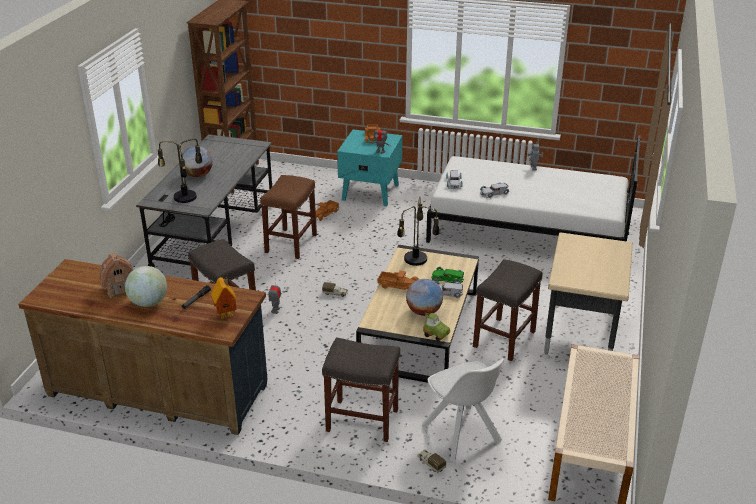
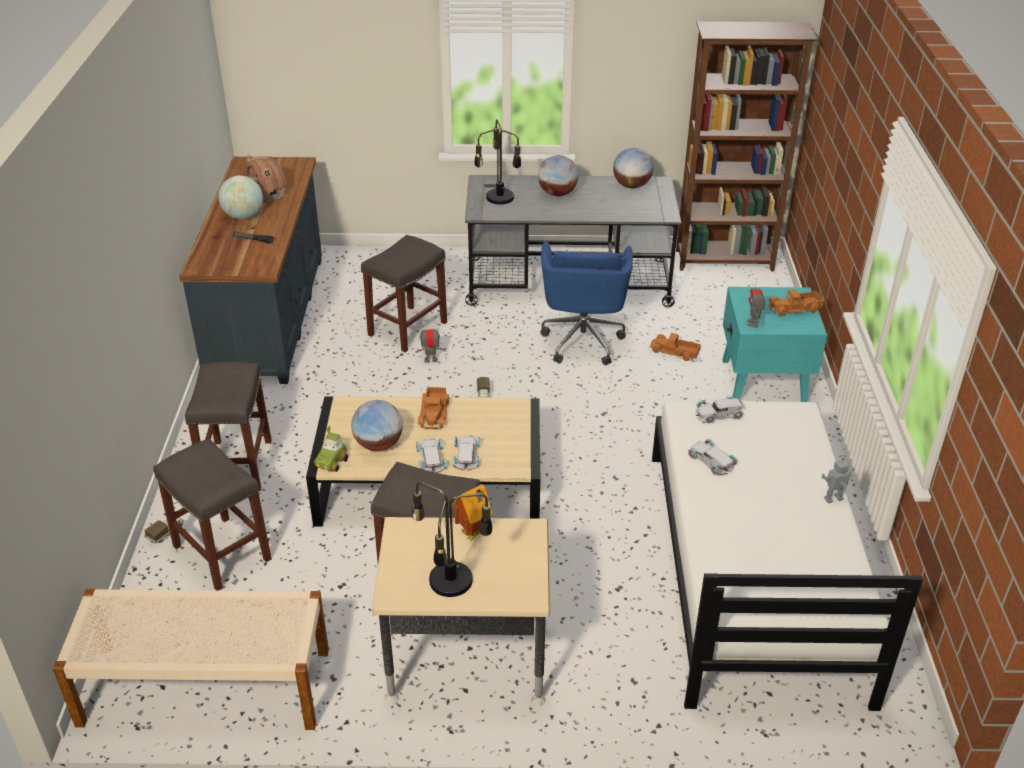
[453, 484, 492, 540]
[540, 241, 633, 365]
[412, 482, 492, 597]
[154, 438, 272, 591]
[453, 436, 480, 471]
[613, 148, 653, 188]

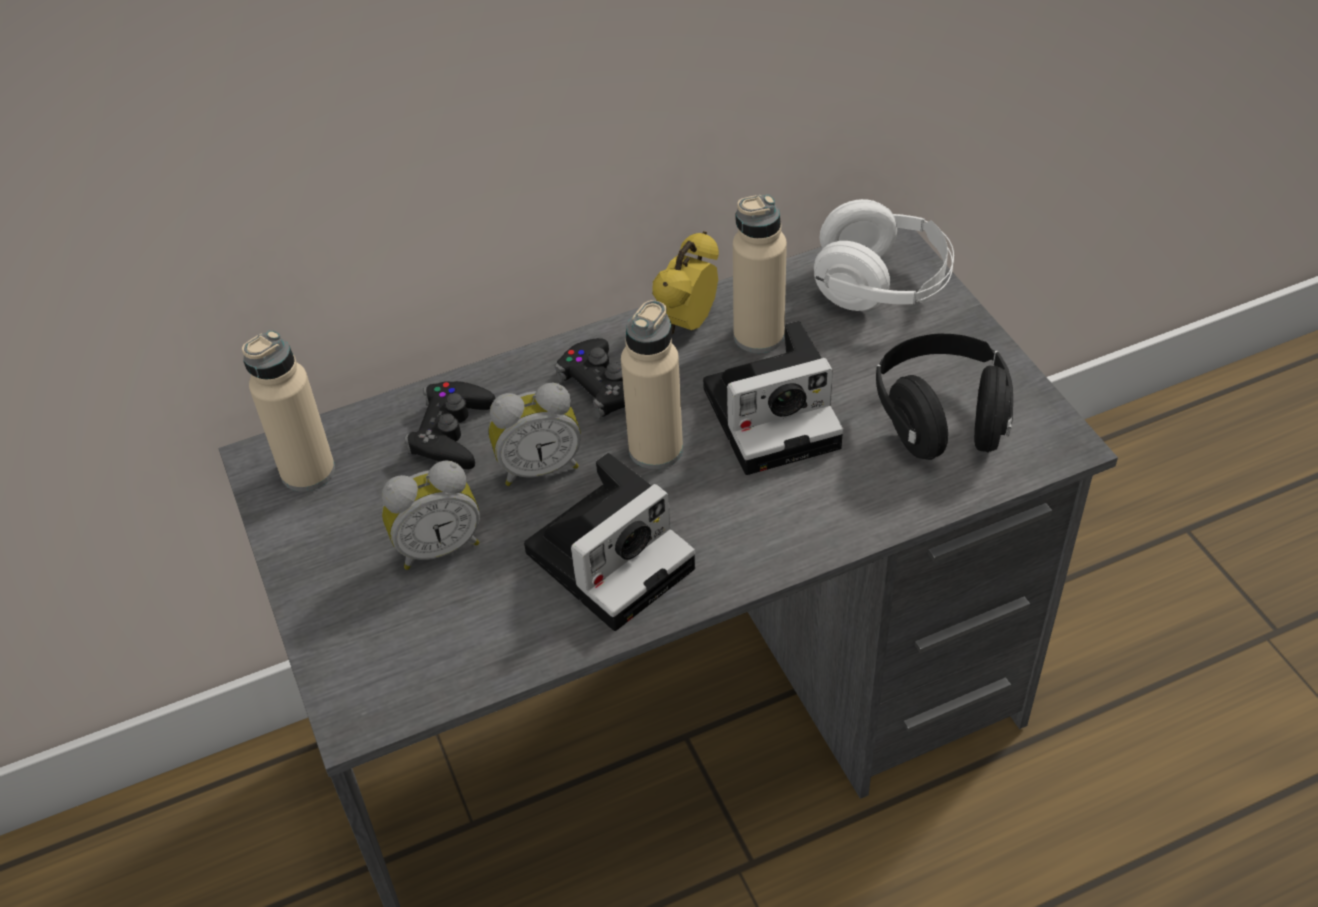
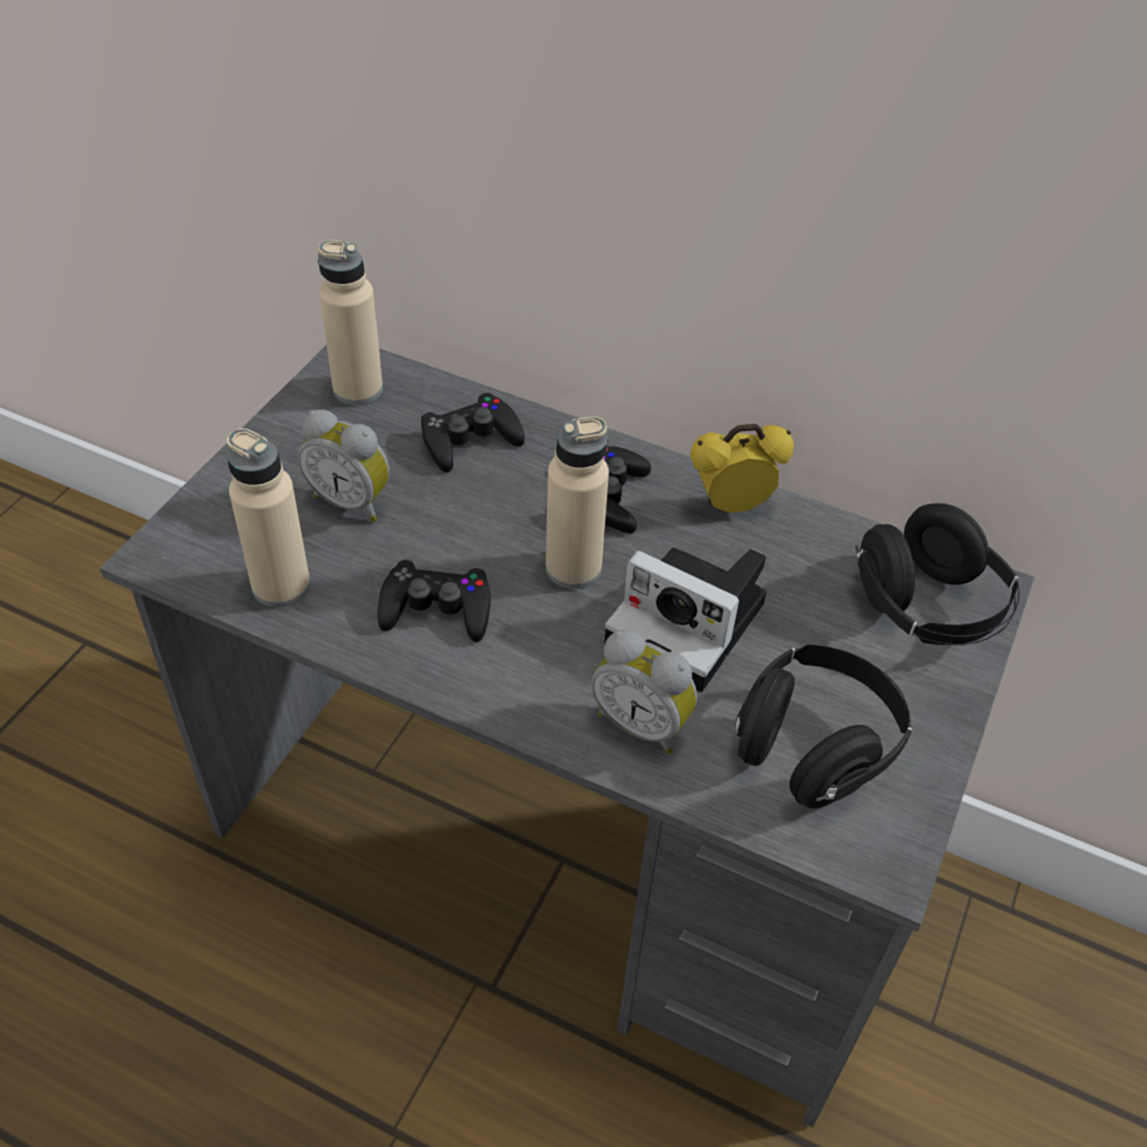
[591, 629, 697, 754]
[378, 558, 491, 642]
[226, 428, 310, 607]
[855, 503, 1020, 645]

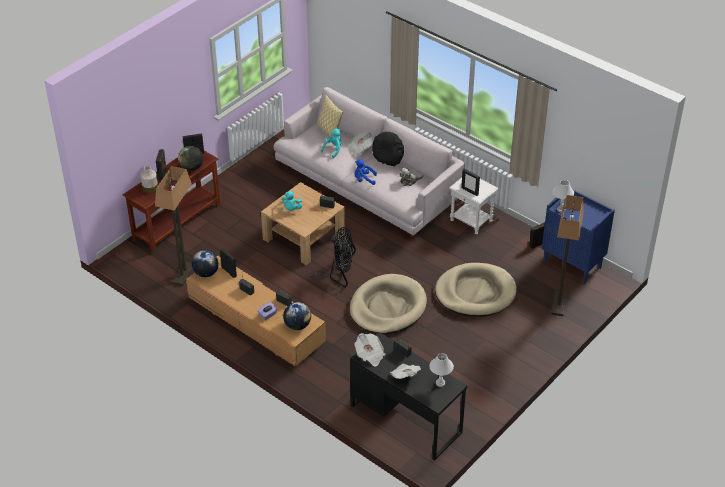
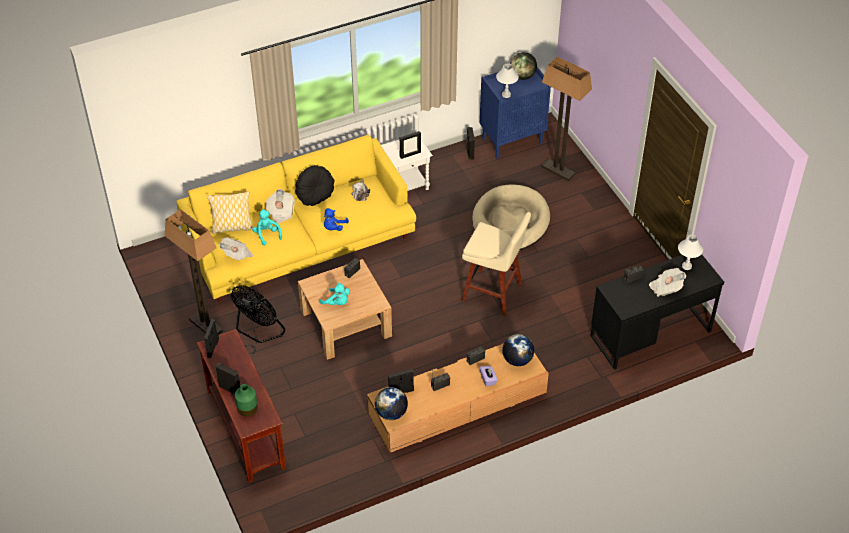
[235, 384, 258, 417]
[164, 209, 223, 334]
[510, 52, 537, 80]
[176, 135, 416, 302]
[230, 285, 285, 355]
[462, 212, 531, 316]
[218, 237, 254, 261]

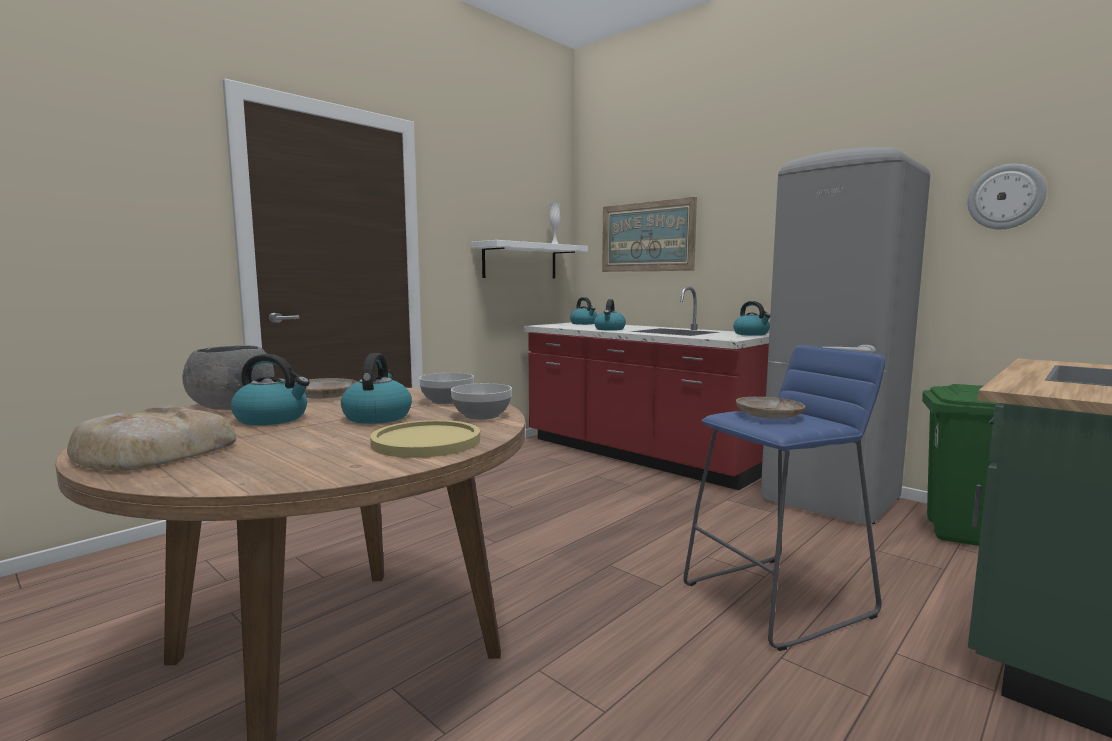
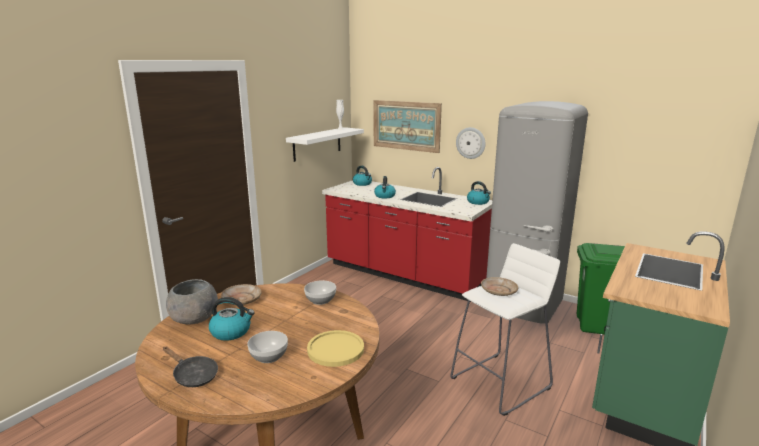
[163, 347, 218, 387]
[341, 353, 412, 424] (first image)
[247, 331, 288, 363]
[450, 243, 560, 416]
[456, 127, 485, 159]

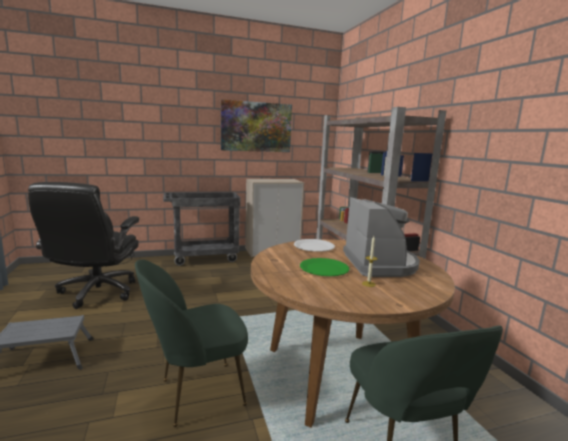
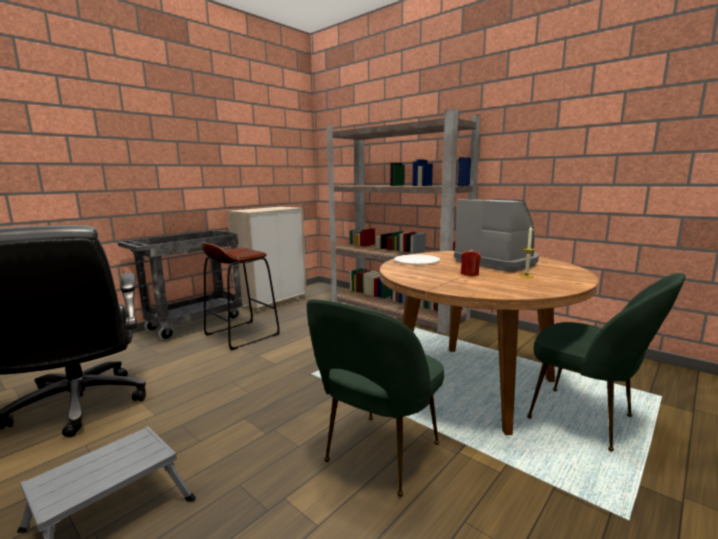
[221, 99, 292, 152] (first image)
[461, 249, 481, 276]
[201, 242, 280, 350]

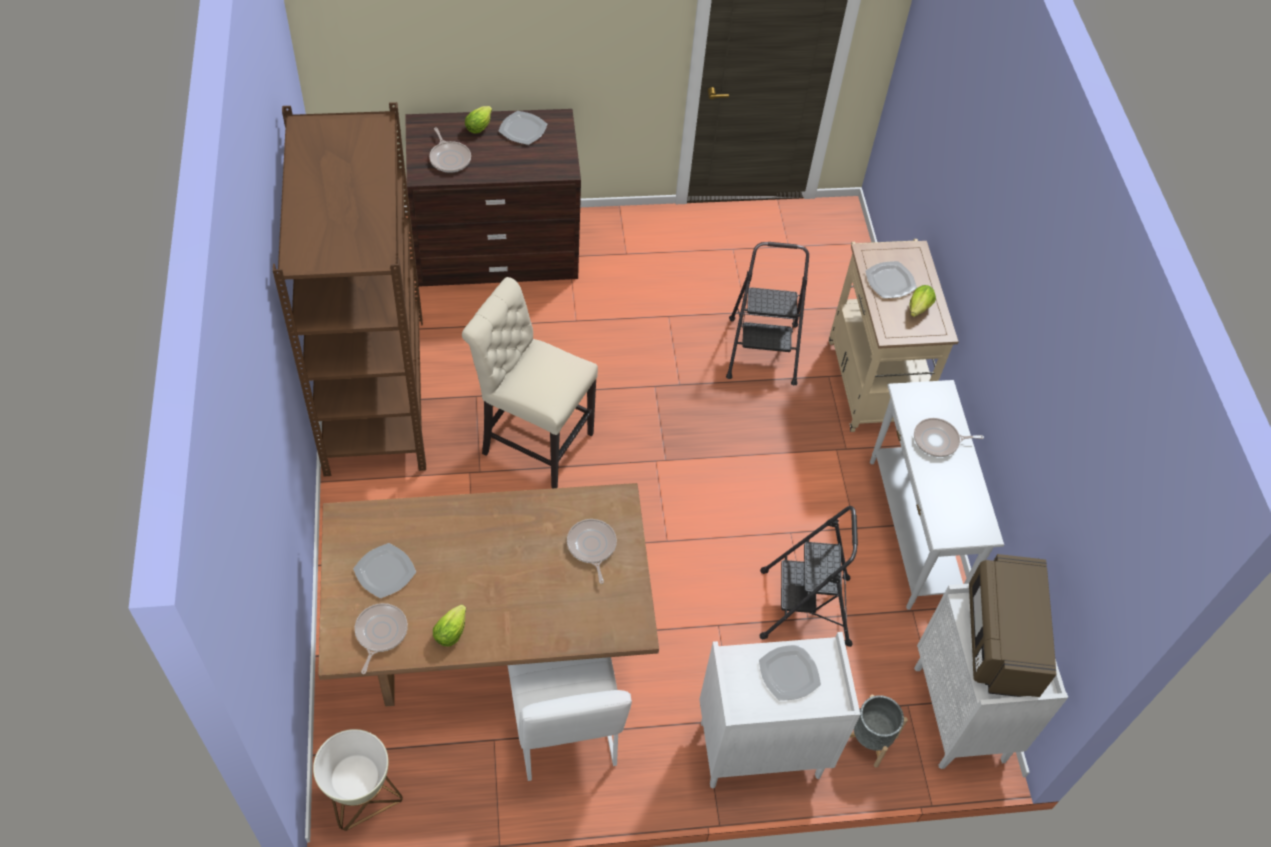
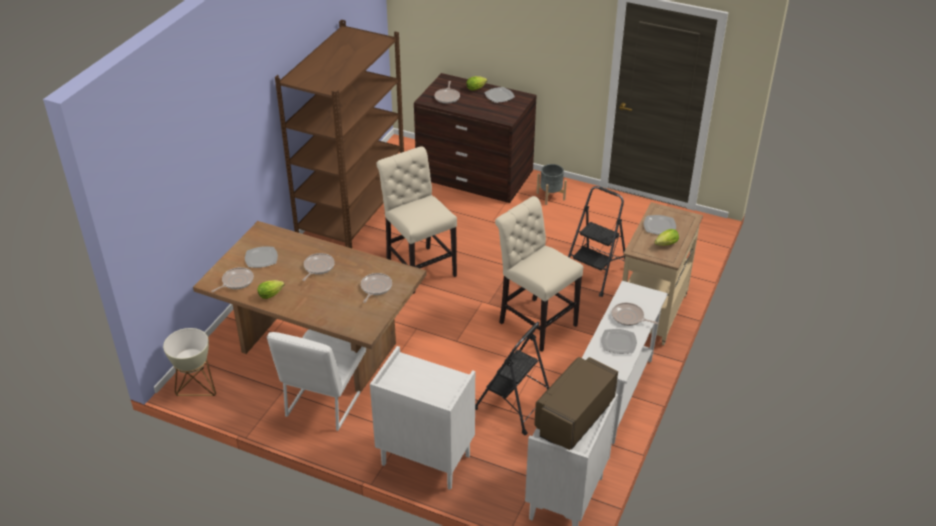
[601, 329, 637, 354]
[537, 164, 567, 205]
[303, 253, 335, 281]
[495, 196, 583, 352]

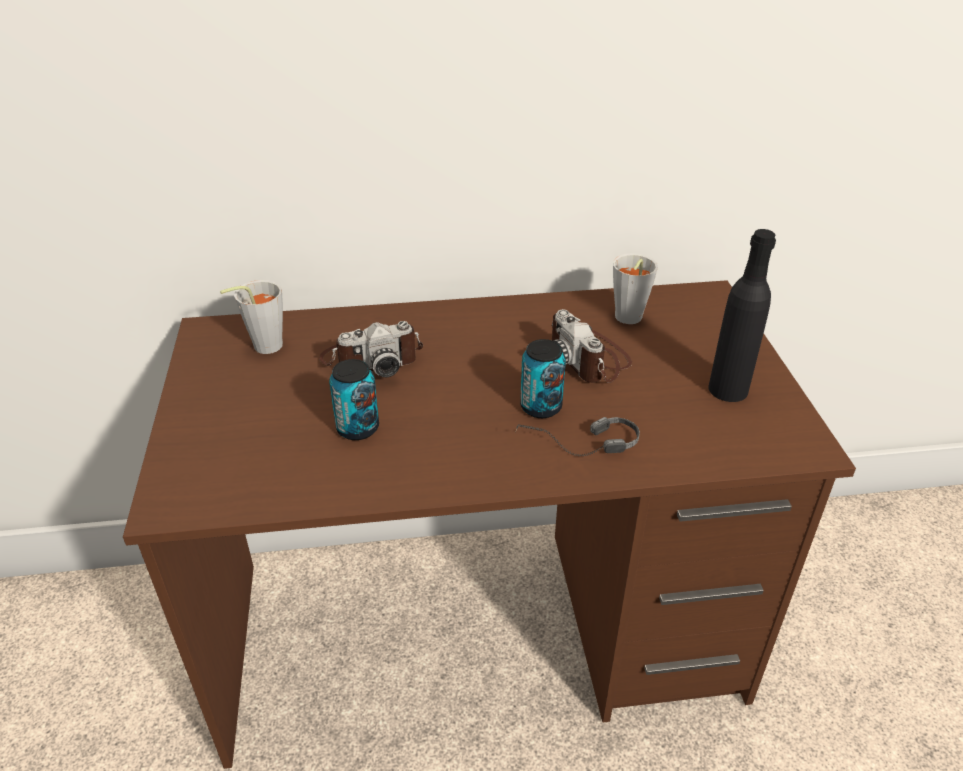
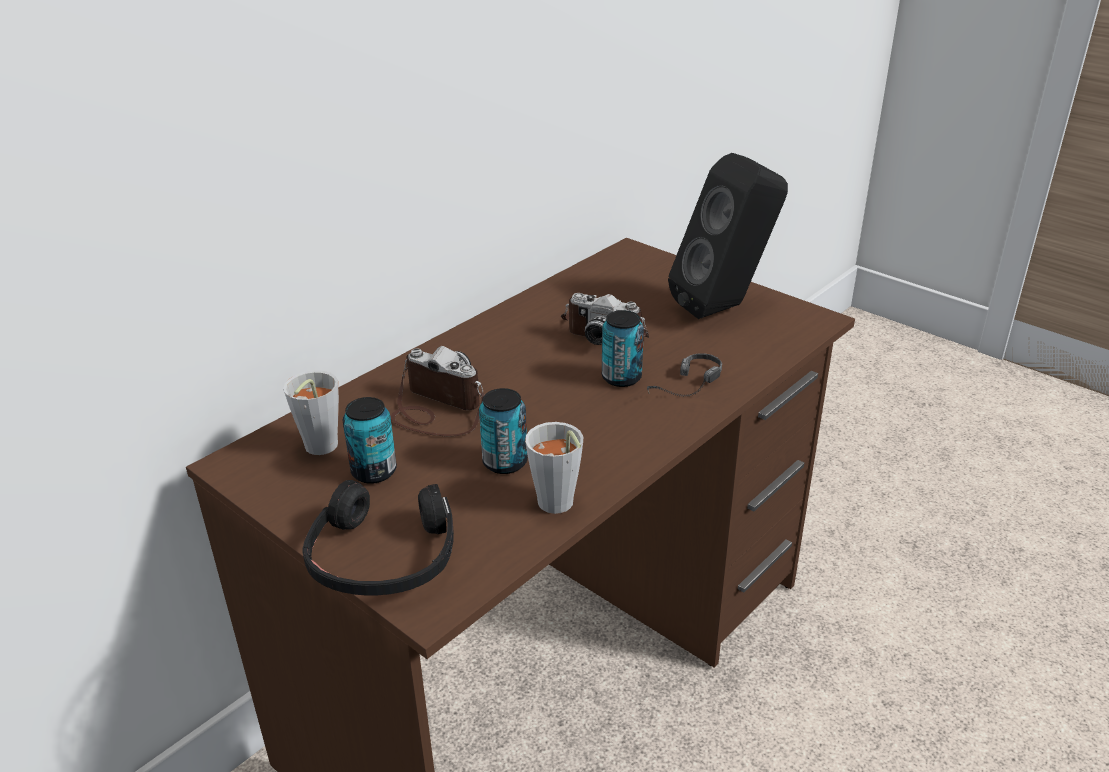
[390, 346, 485, 436]
[525, 422, 583, 514]
[668, 153, 788, 319]
[302, 480, 454, 596]
[342, 397, 397, 484]

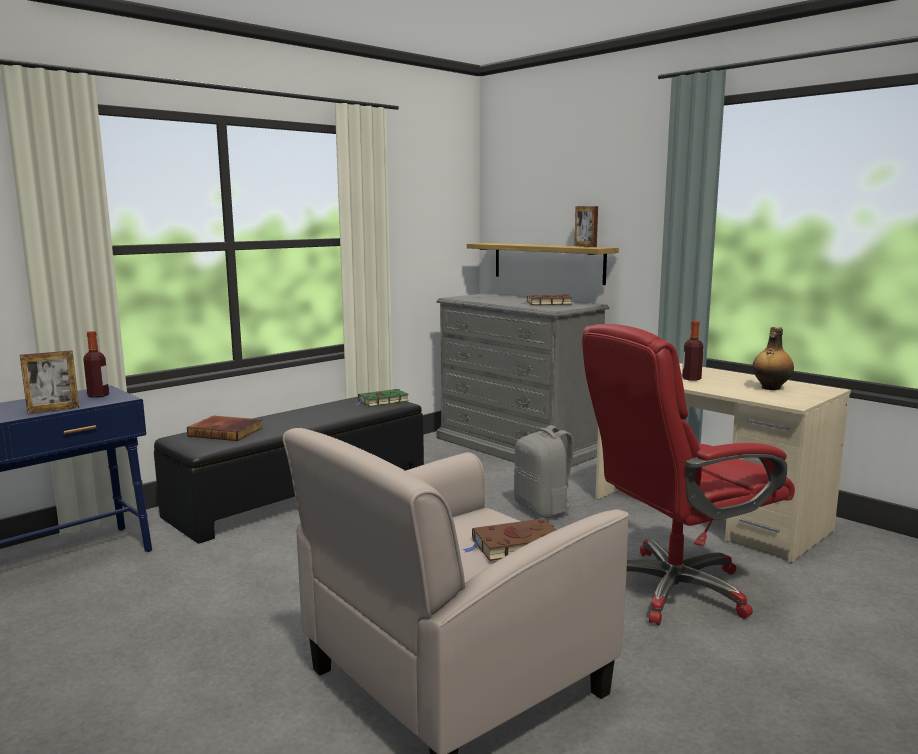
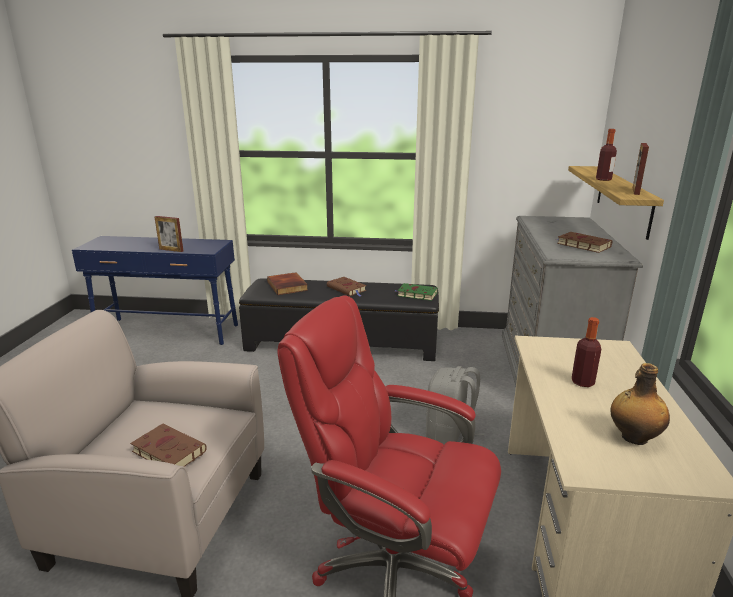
[596, 129, 617, 181]
[327, 277, 366, 296]

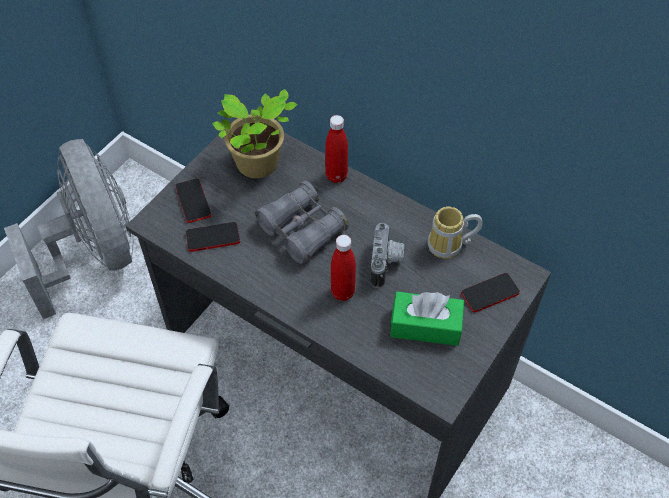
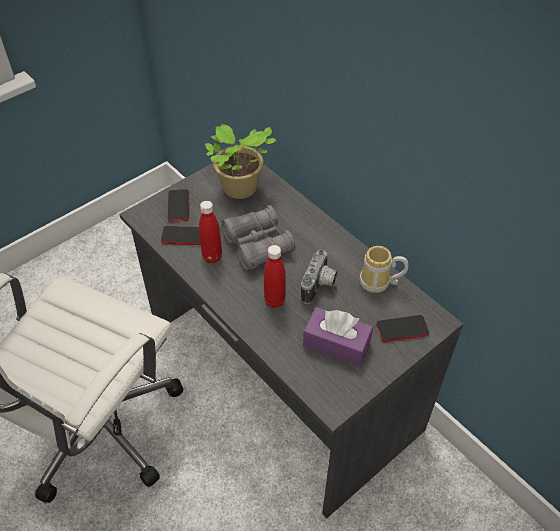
[4, 139, 133, 319] (first image)
[199, 201, 222, 263]
[303, 307, 373, 366]

